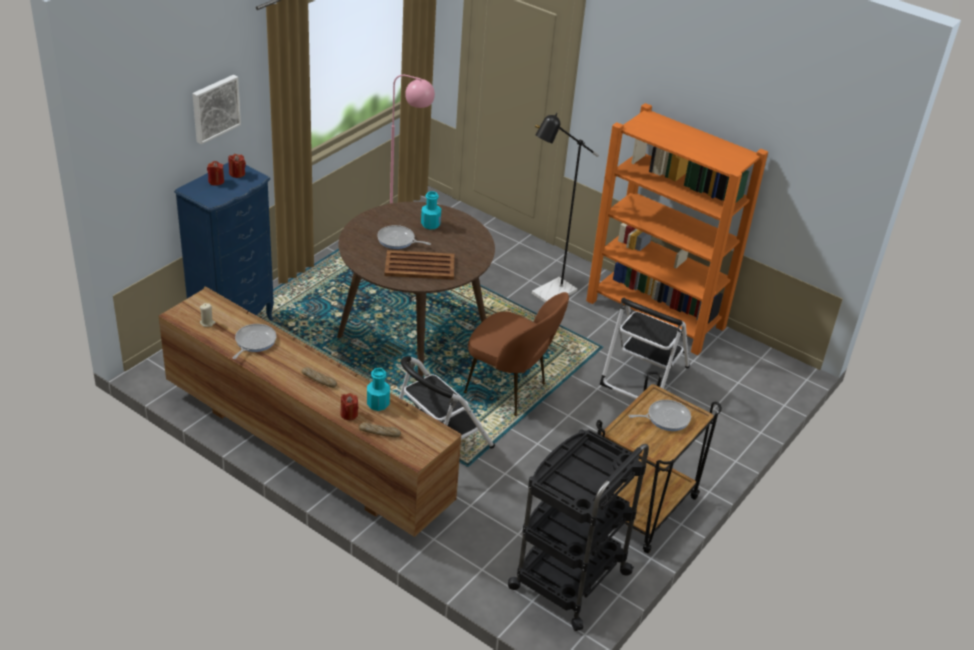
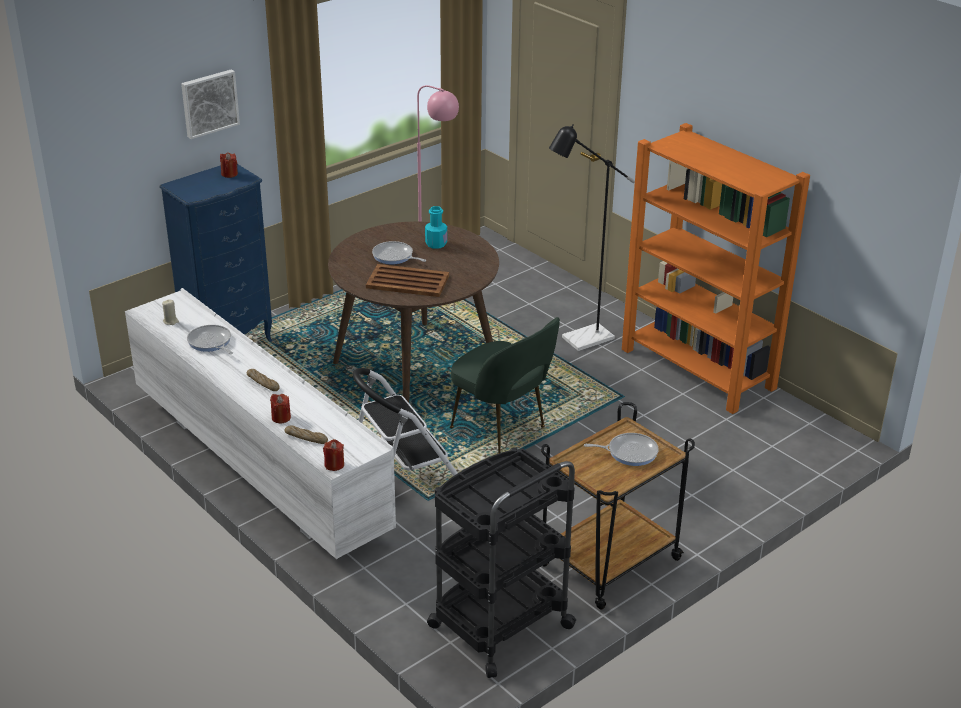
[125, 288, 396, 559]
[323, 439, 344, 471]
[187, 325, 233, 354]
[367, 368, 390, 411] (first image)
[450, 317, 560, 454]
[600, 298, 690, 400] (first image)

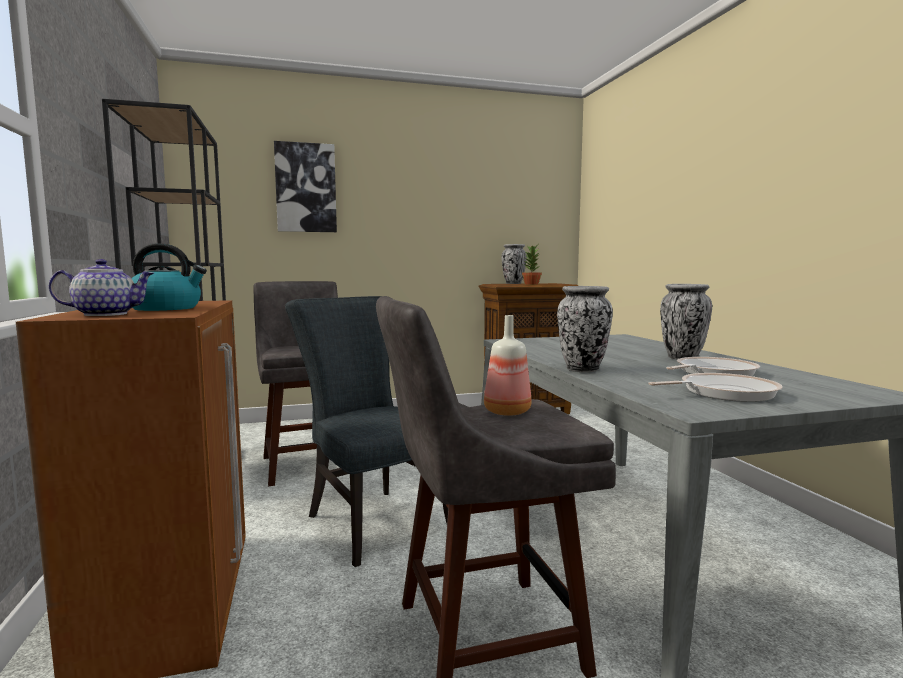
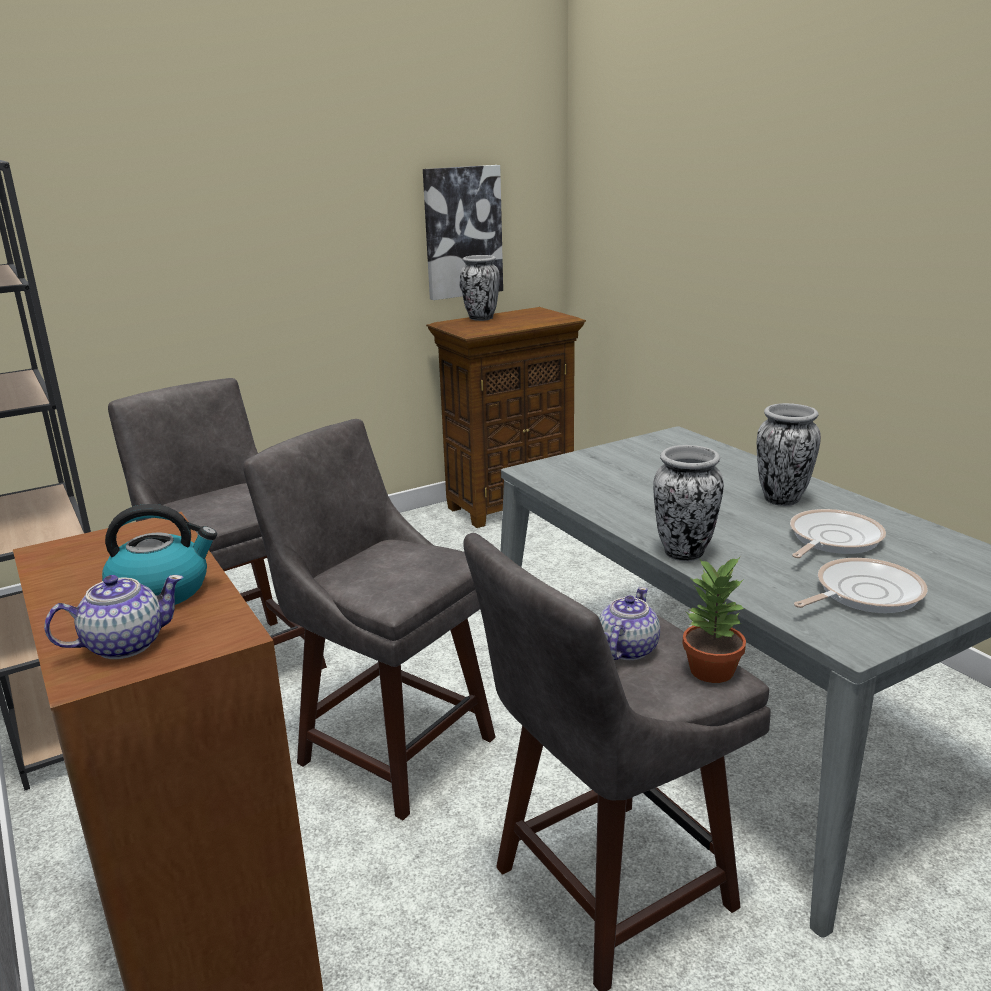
[423, 165, 503, 300]
[243, 419, 496, 820]
[599, 587, 660, 660]
[682, 557, 746, 683]

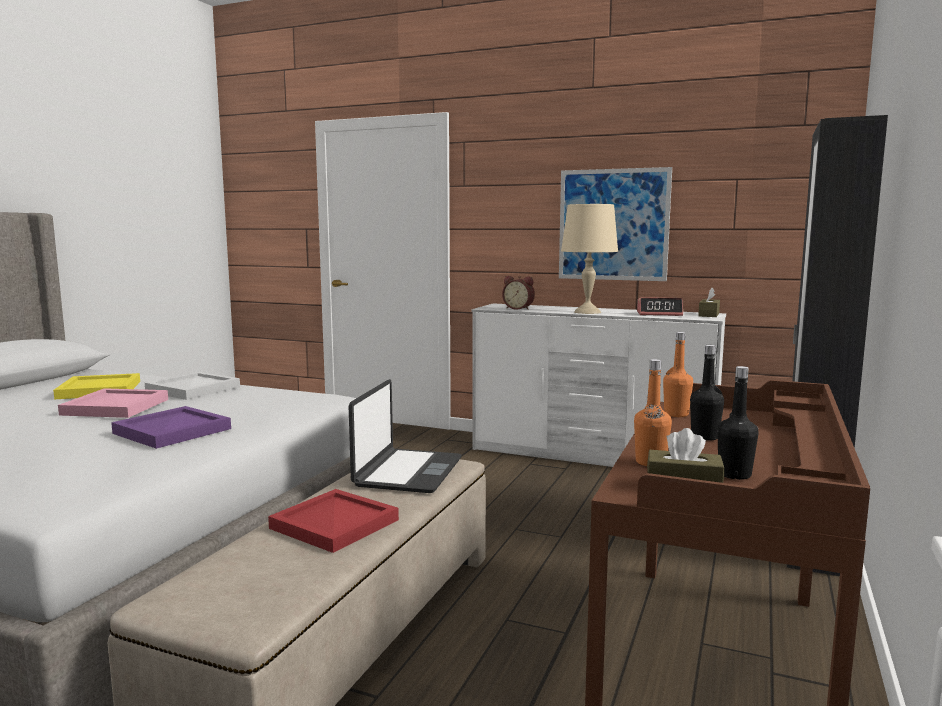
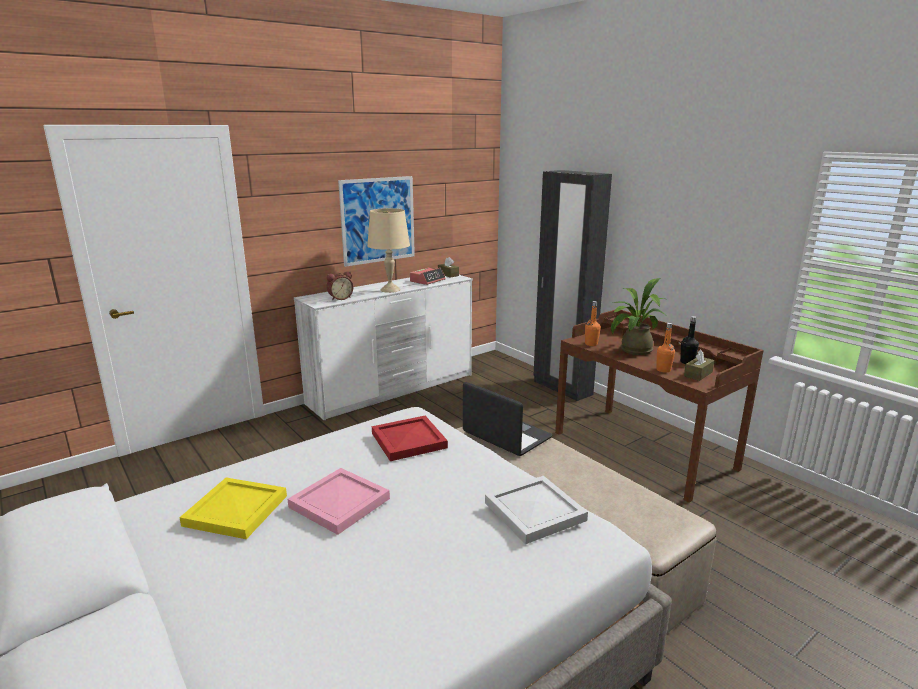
[111, 406, 231, 449] (first image)
[485, 476, 588, 544]
[372, 416, 448, 461]
[611, 278, 668, 355]

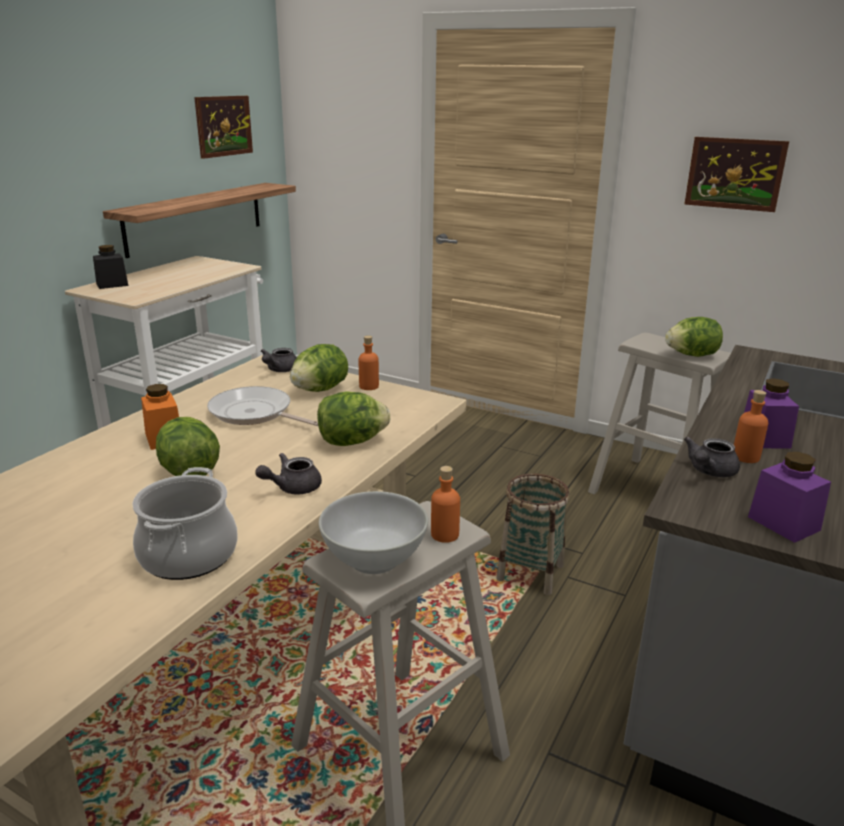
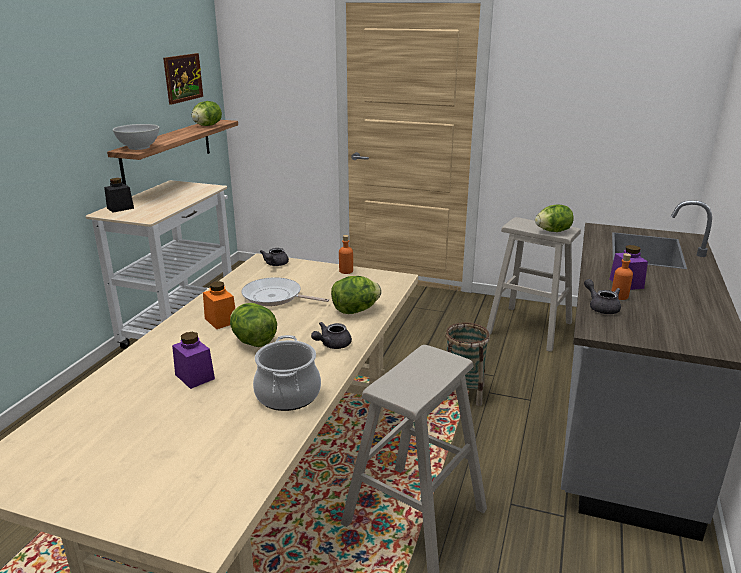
[191, 101, 222, 126]
[113, 124, 159, 150]
[431, 466, 460, 543] (first image)
[684, 137, 789, 212] (first image)
[584, 279, 621, 314]
[172, 332, 215, 389]

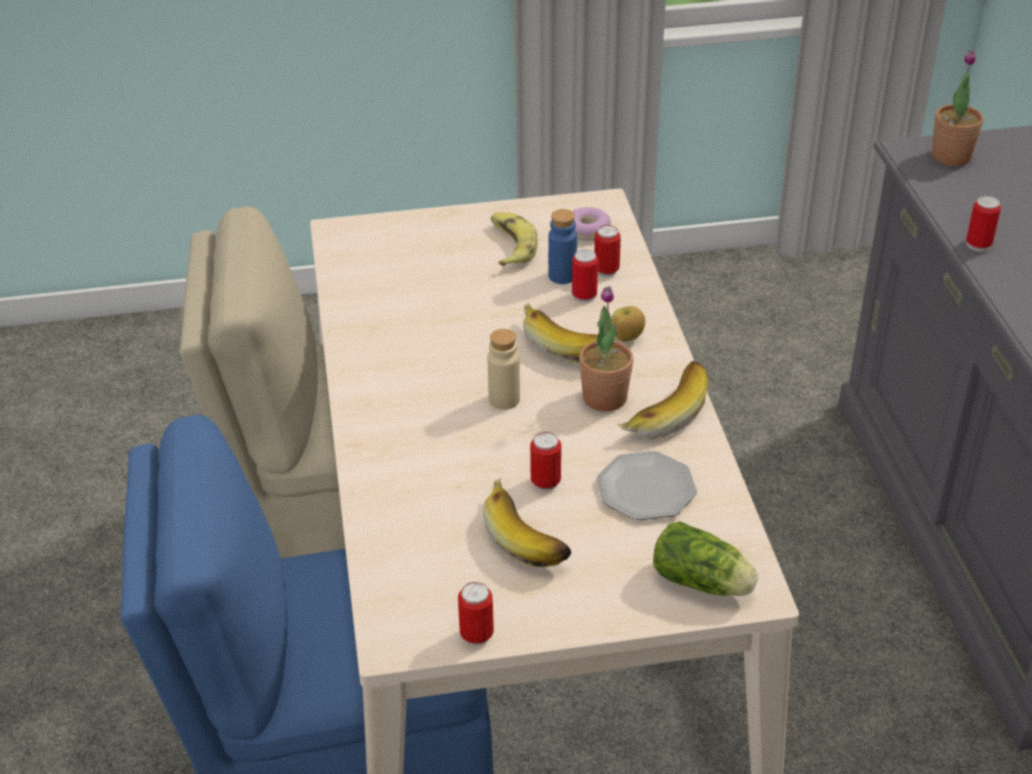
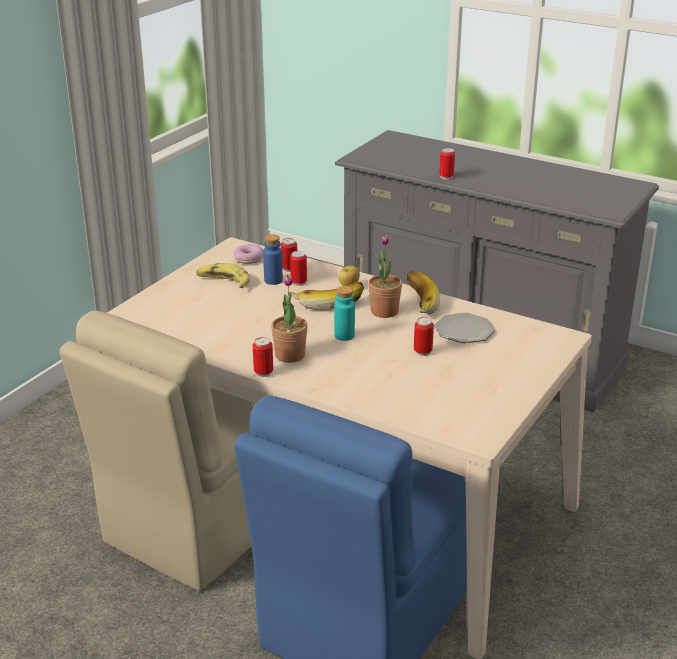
[253, 337, 273, 377]
[483, 478, 571, 567] (first image)
[334, 286, 355, 341]
[653, 522, 758, 596] (first image)
[271, 275, 308, 363]

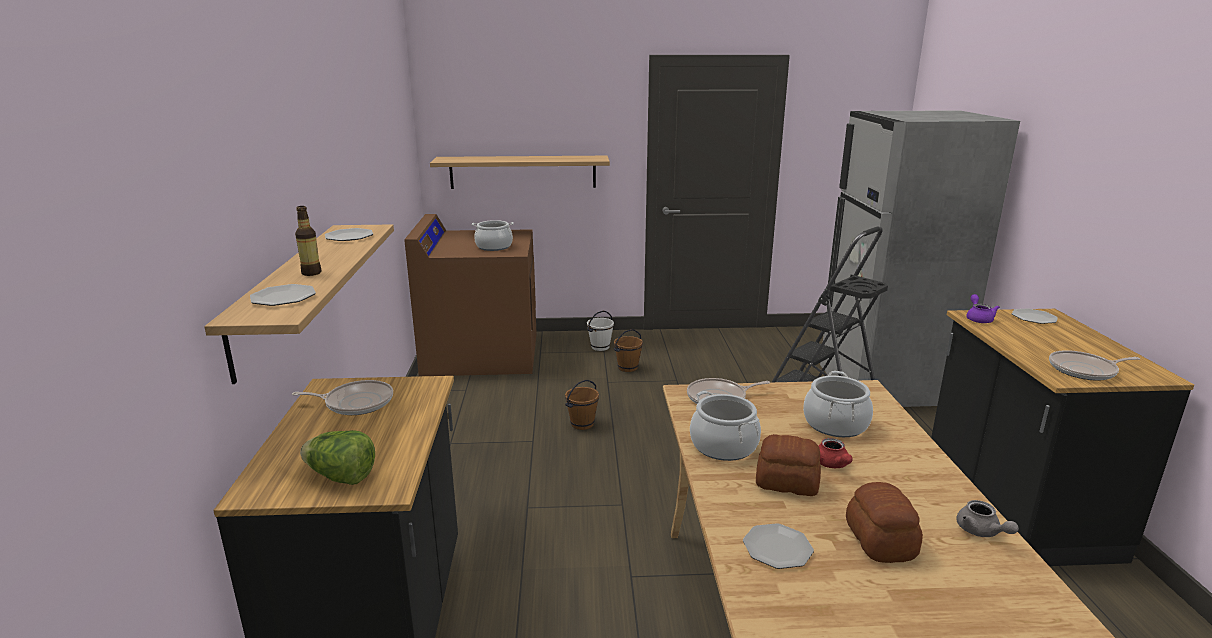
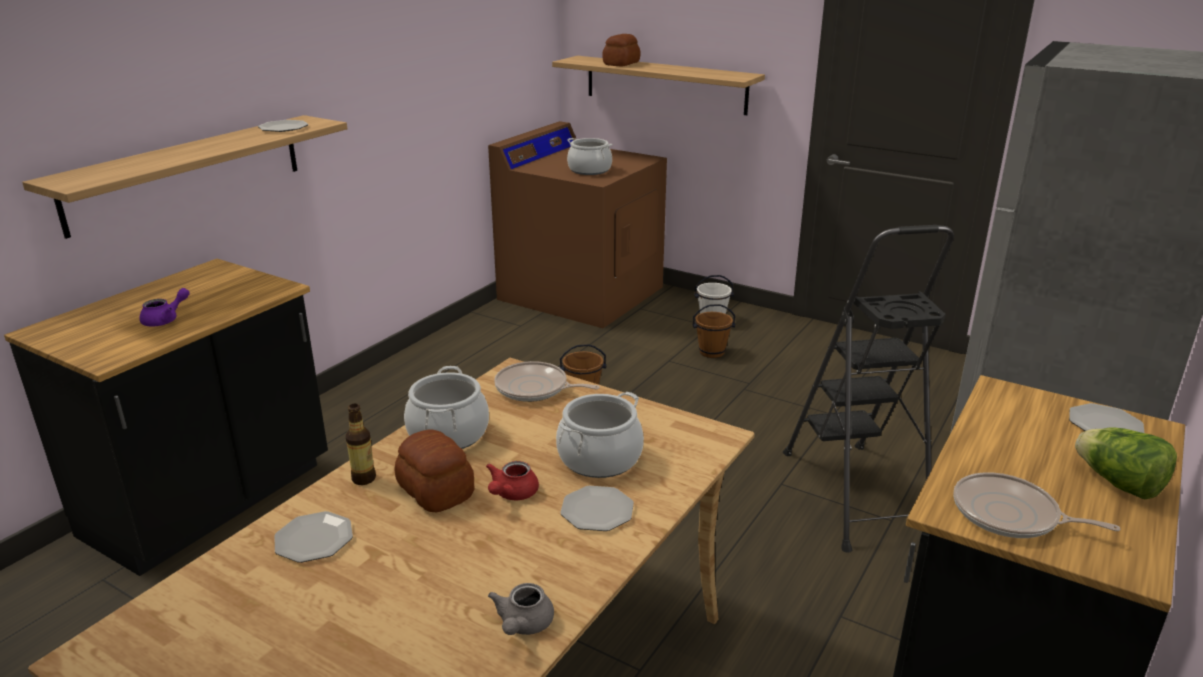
[560, 486, 634, 531]
[292, 380, 393, 415] (first image)
[346, 404, 376, 485]
[1075, 428, 1177, 499]
[602, 34, 641, 66]
[139, 288, 190, 327]

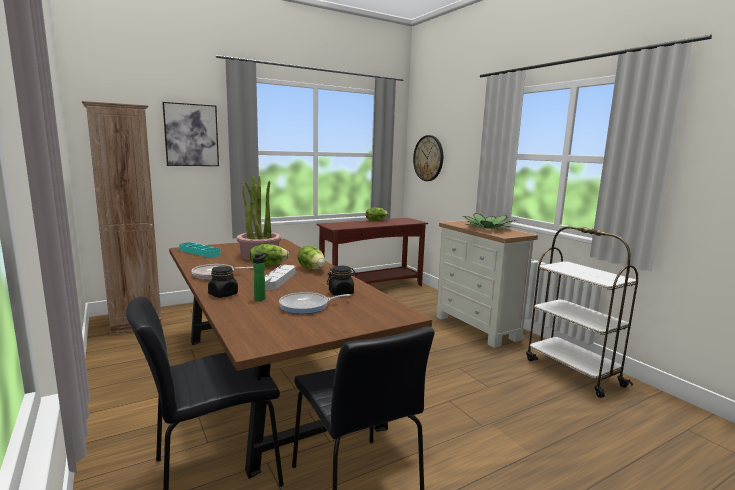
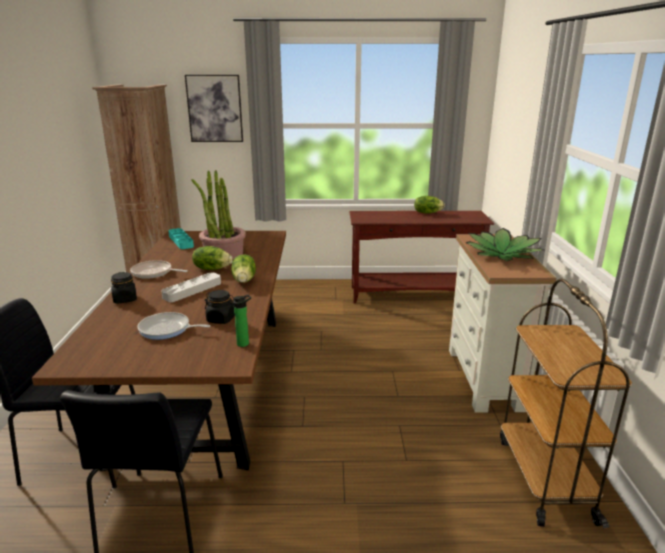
[233, 295, 251, 347]
[413, 135, 443, 181] (first image)
[500, 279, 632, 528]

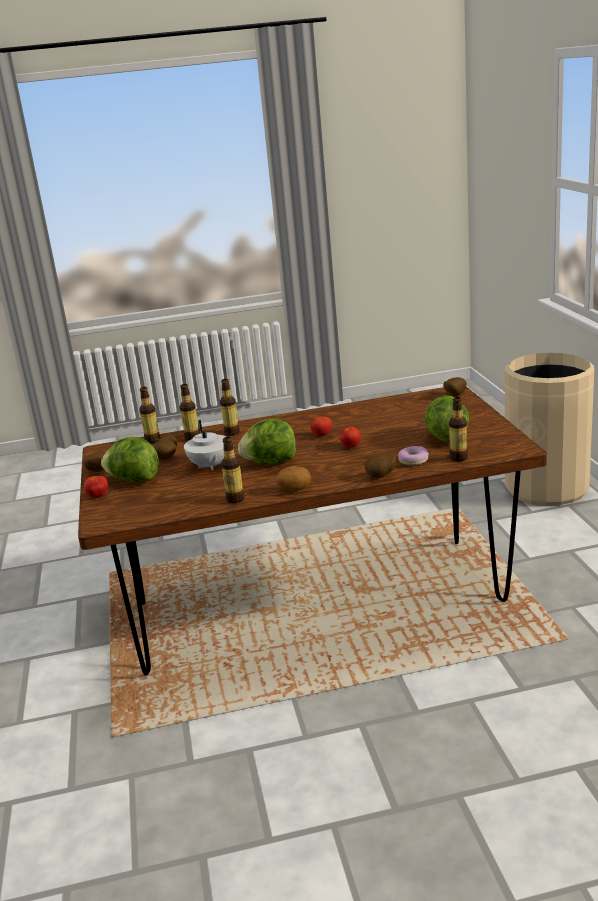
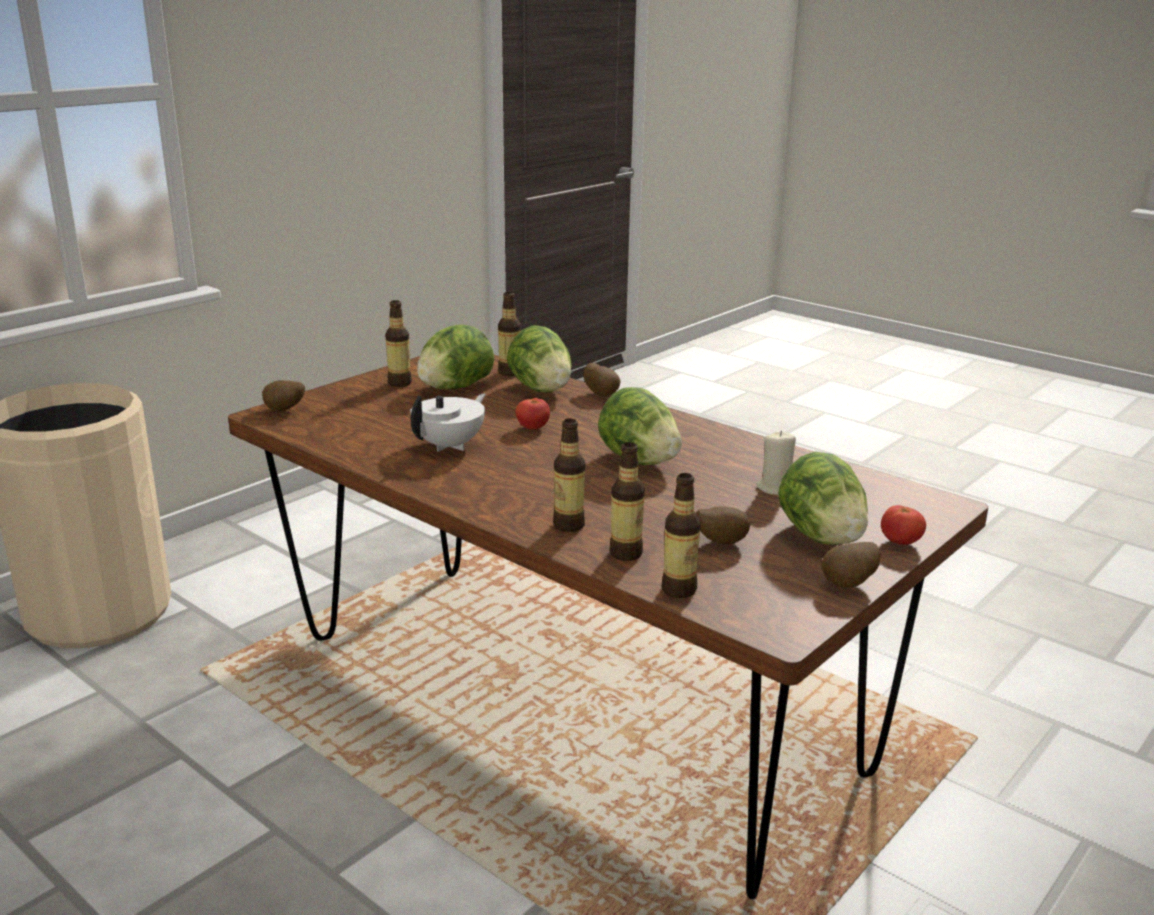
[410, 394, 485, 452]
[385, 300, 412, 387]
[276, 466, 311, 492] (first image)
[310, 417, 332, 436] (first image)
[507, 325, 572, 393]
[756, 430, 796, 495]

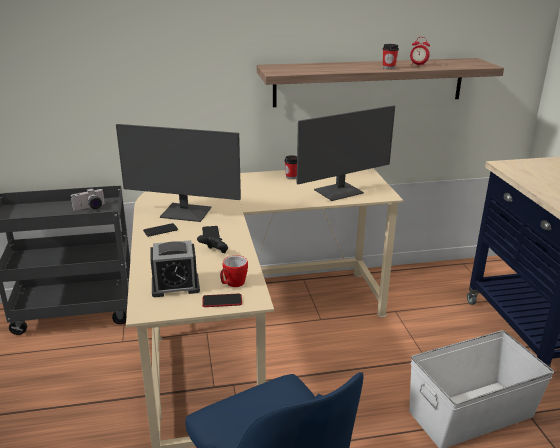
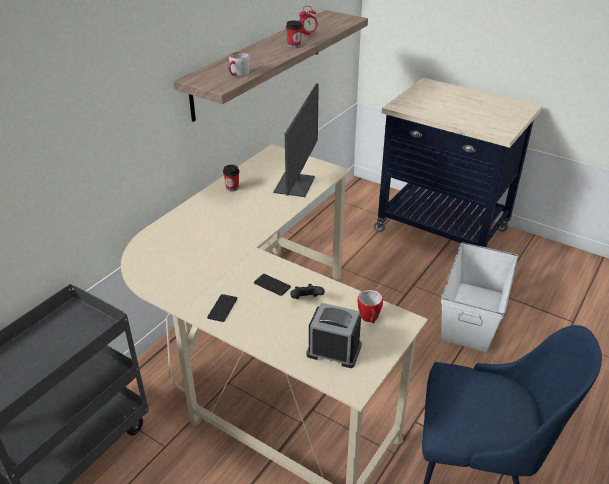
[71, 188, 105, 211] (first image)
[116, 124, 241, 222] (first image)
[307, 303, 362, 368]
[202, 293, 242, 307] (first image)
[228, 52, 250, 77]

